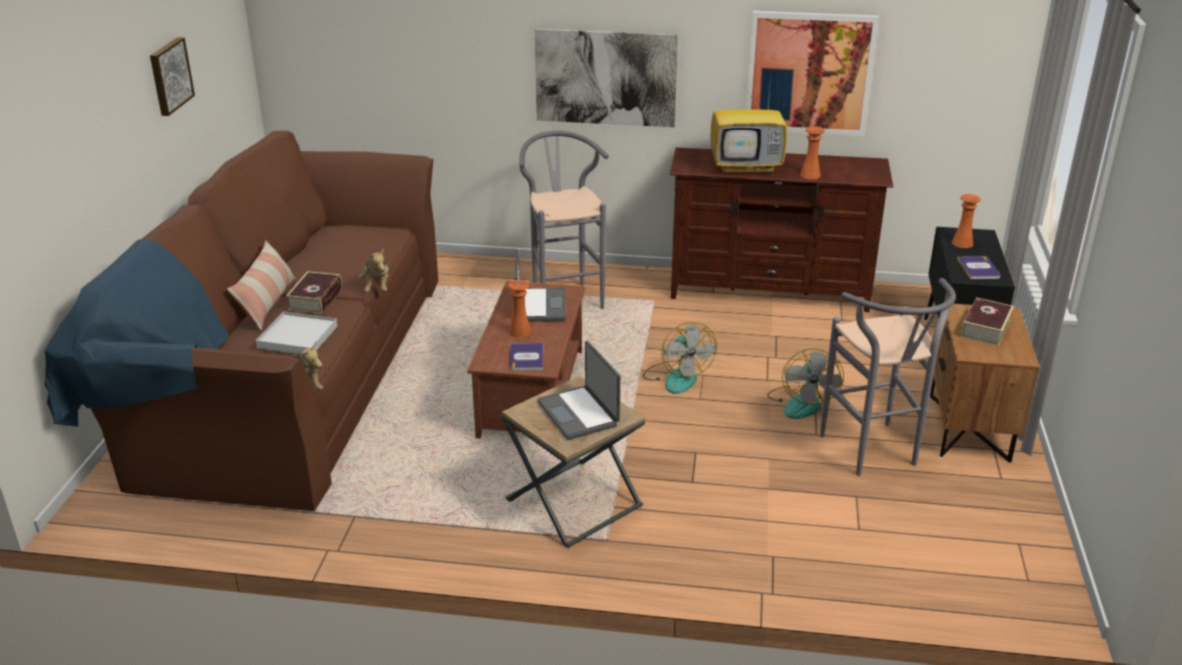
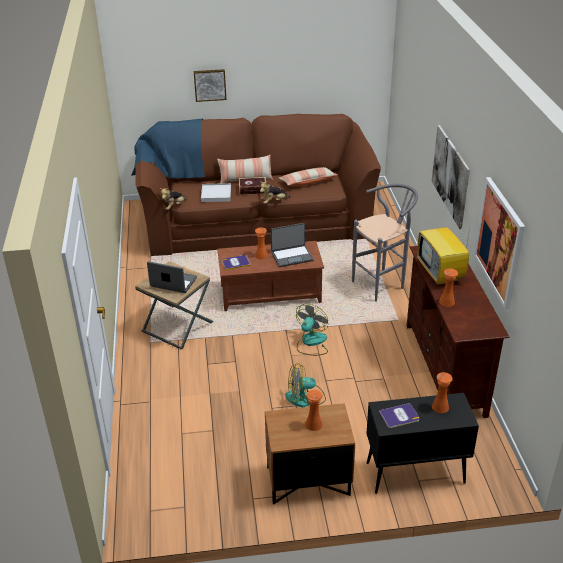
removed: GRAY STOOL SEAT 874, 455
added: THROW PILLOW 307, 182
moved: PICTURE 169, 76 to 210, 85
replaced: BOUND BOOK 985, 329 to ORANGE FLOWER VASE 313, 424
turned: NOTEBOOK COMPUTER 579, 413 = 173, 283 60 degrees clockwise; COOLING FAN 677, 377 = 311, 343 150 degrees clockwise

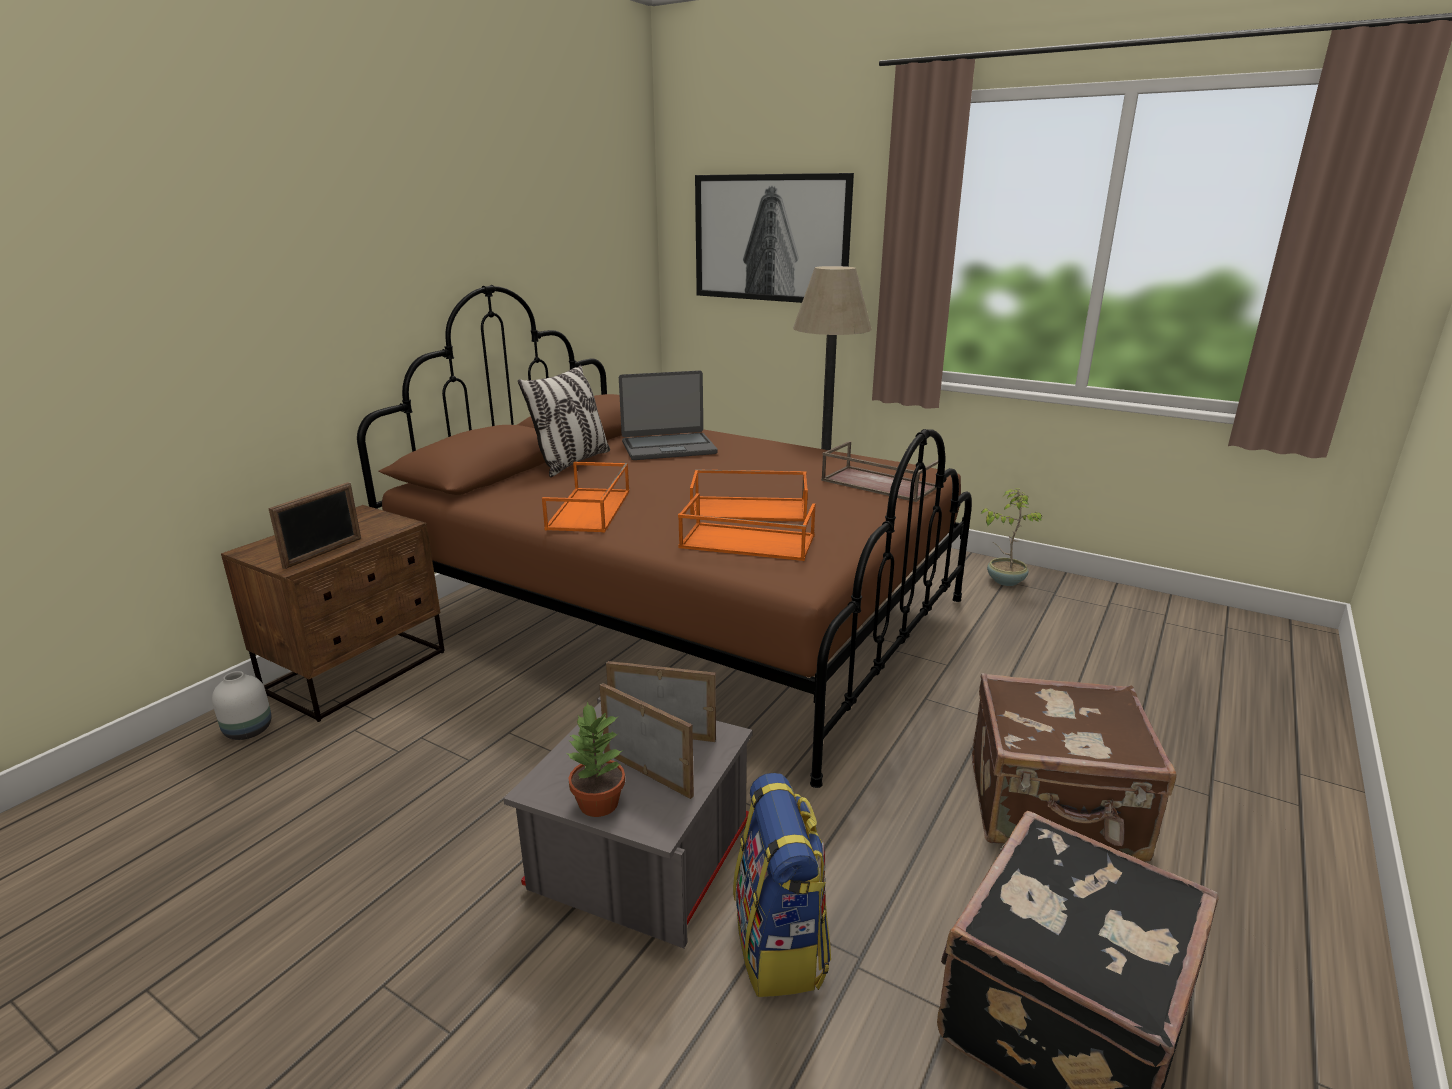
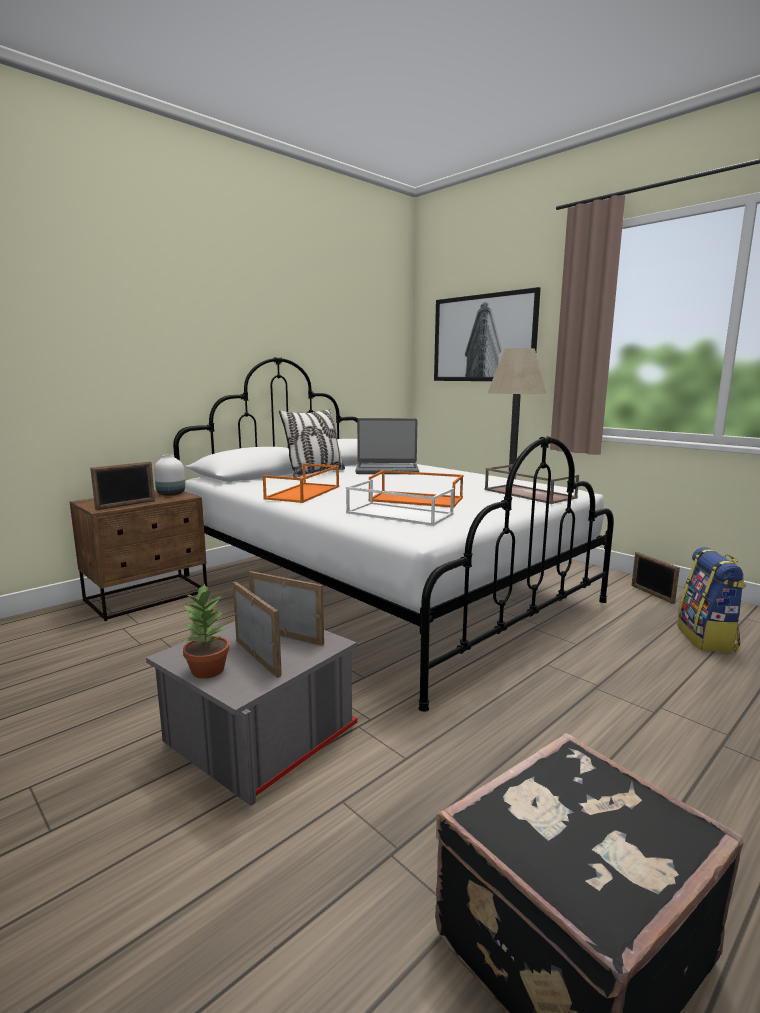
removed: BROWN SUITCASE 1054, 810
moved: WHITE-COLOURED FLOWER VASE 247, 731 to 170, 494; RUCKSACK 780, 945 to 707, 639
replaced: PLANT IN A POT 1005, 580 to STANDING FRAME 652, 594
recoloured: BROWN BED 684, 614 to WHITE-COLOURED BED 382, 589; ORANGE TRAY 746, 542 to WHITE-COLOURED TRAY 398, 514

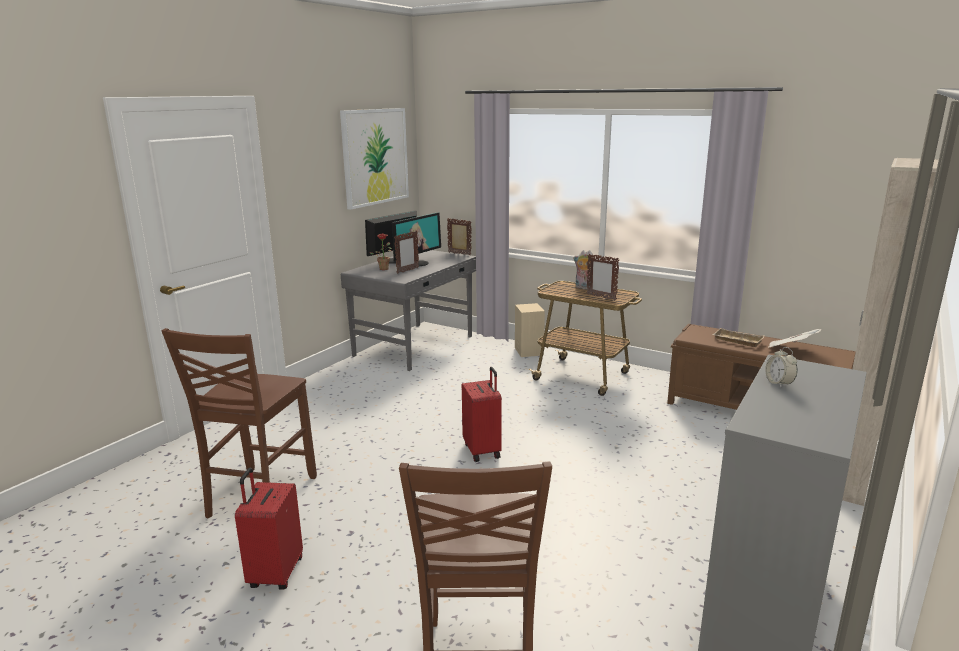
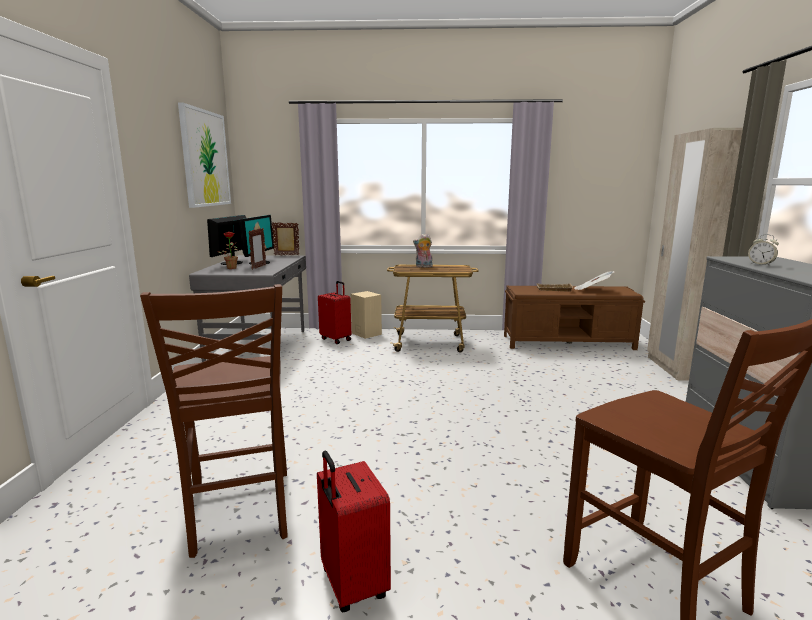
removed: STANDING FRAME 601, 297
moved: RED-COLOURED SUITCASE 483, 450 to 336, 339

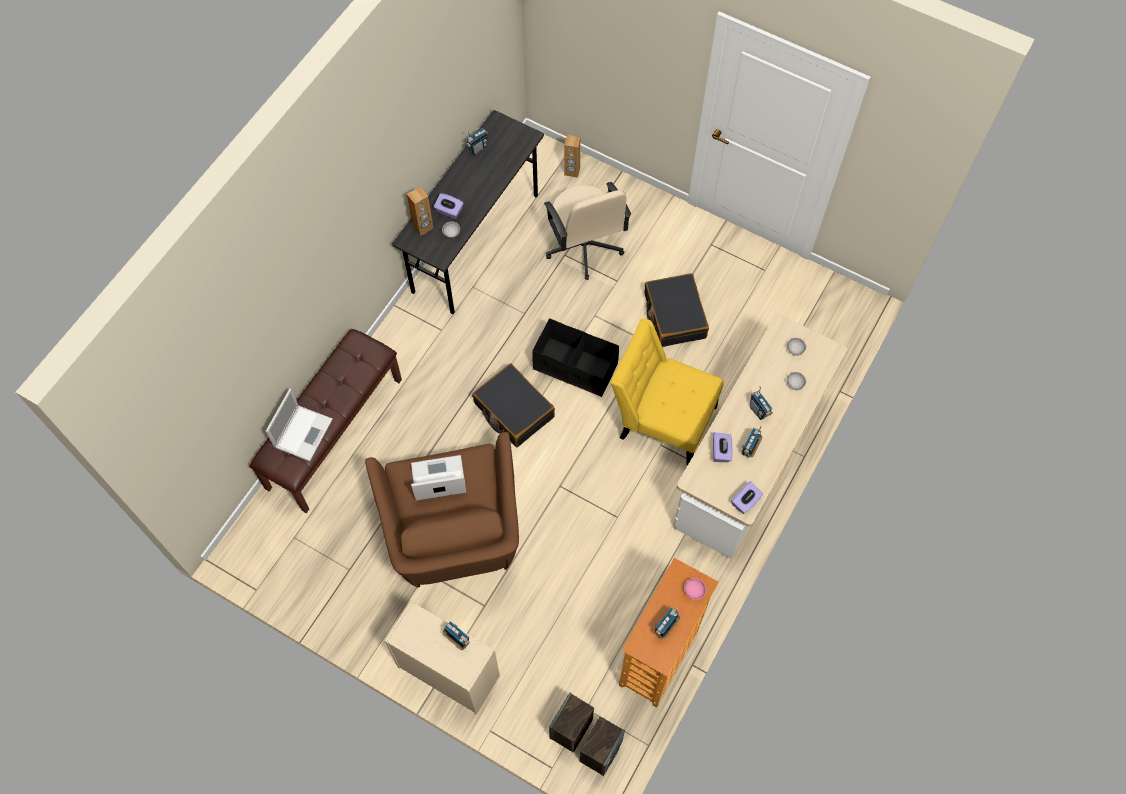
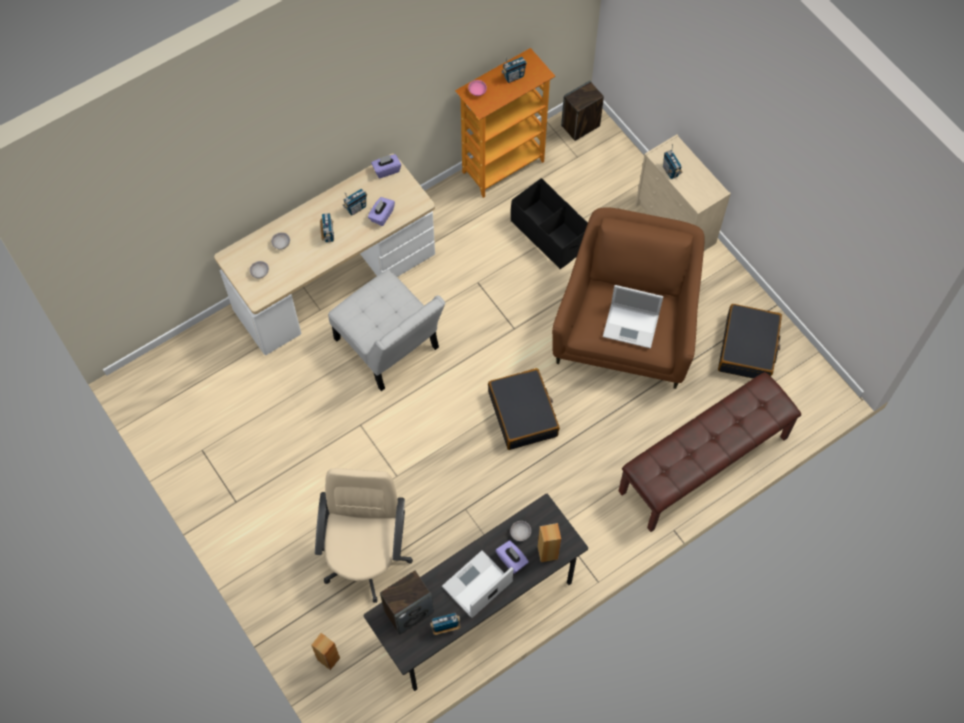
moved: SPEAKER 571, 729 to 408, 611; NOTEBOOK COMPUTER 303, 432 to 476, 585; BLACK-COLOURED STORAGE BIN 575, 367 to 550, 233; BLACK-COLOURED SUITCASE 674, 316 to 748, 348
recoloured: YELLOW CHAIR 662, 418 to WHITE-COLOURED CHAIR 390, 348

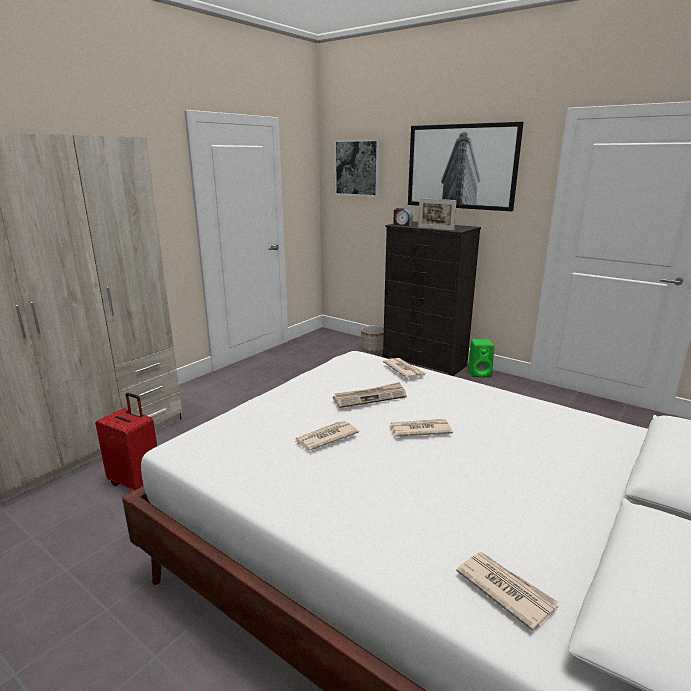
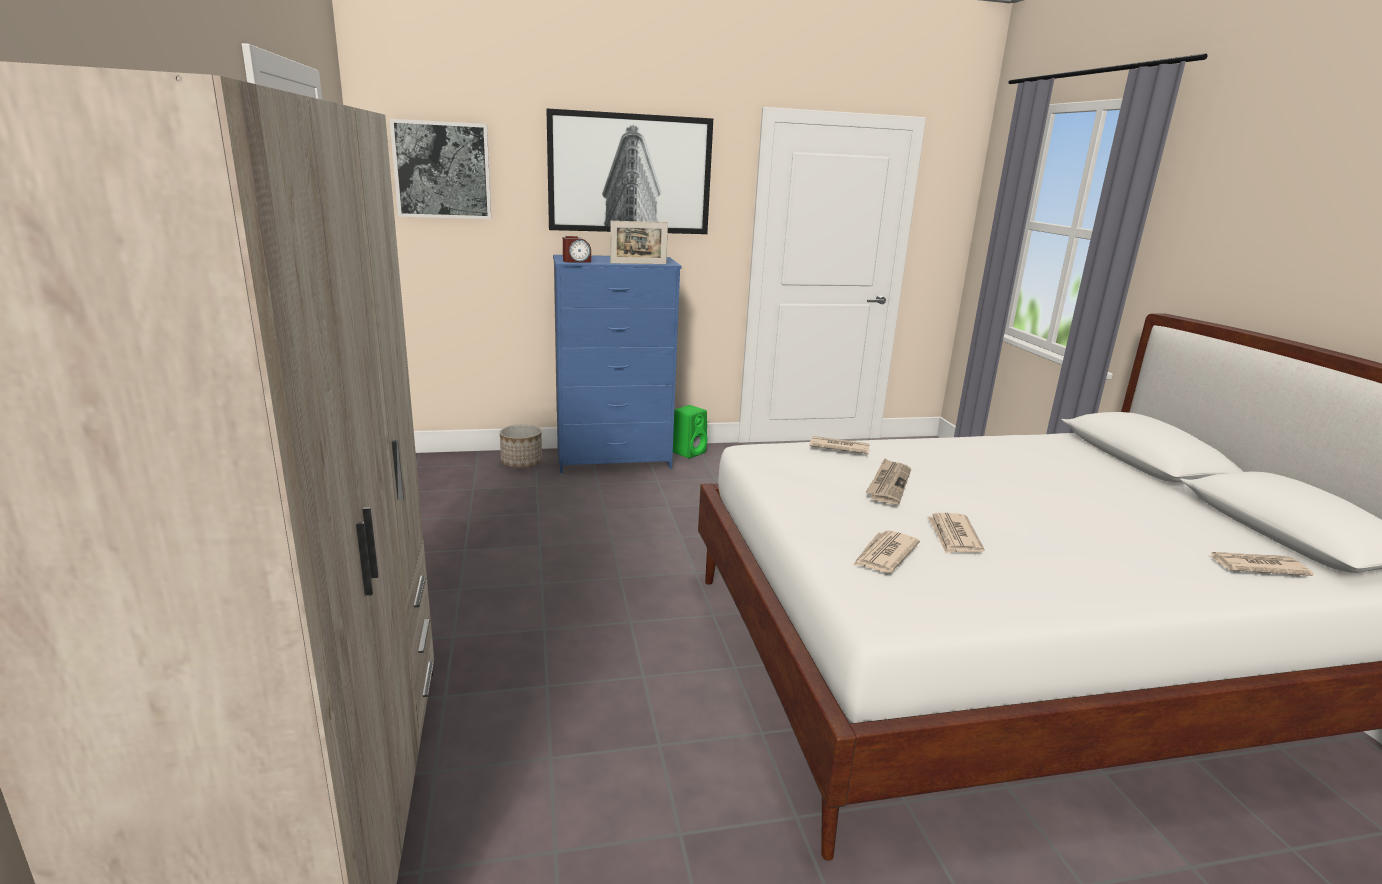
removed: RED-COLOURED SUITCASE 137, 482
moved: NEWSPAPER 419, 430 to 884, 555
recoloured: BLACK-COLOURED DRAWER CHEST 424, 363 to BLUISH DRAWER CHEST 615, 460

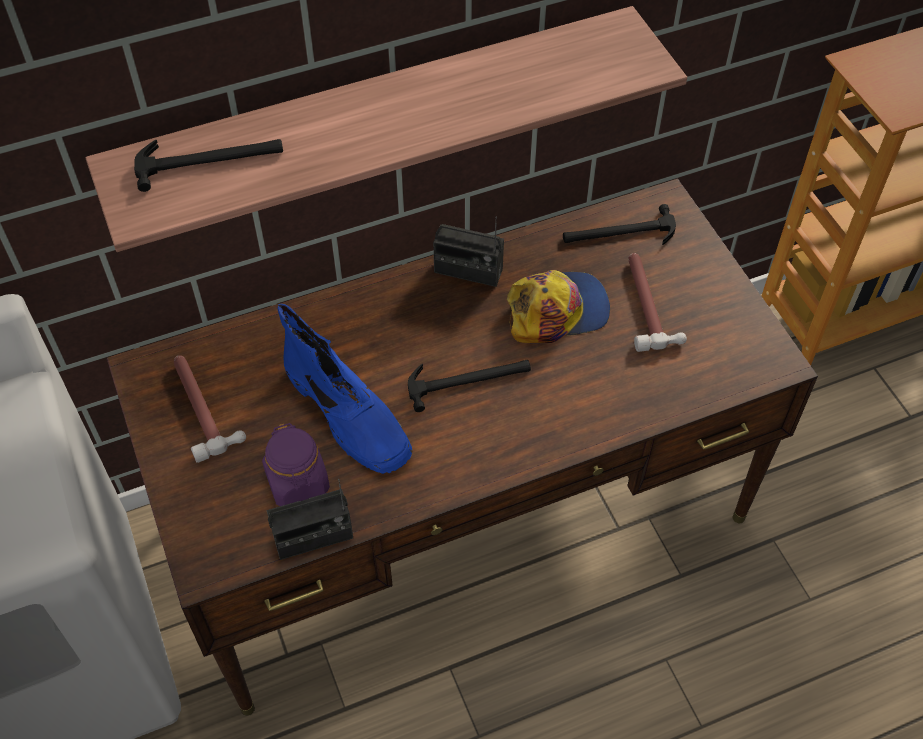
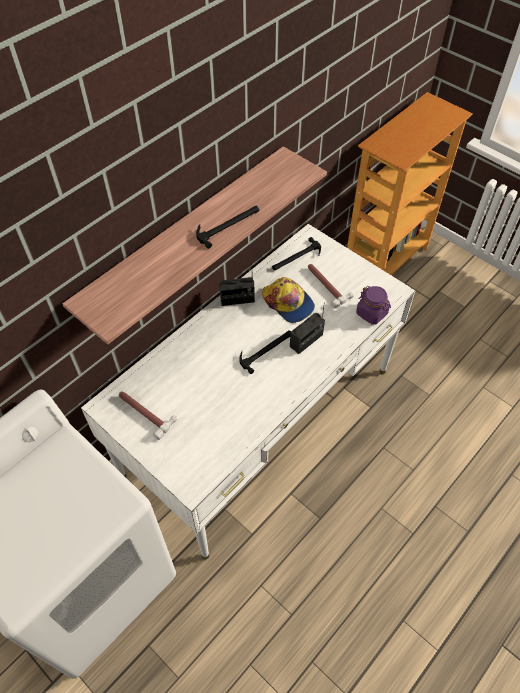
removed: BLUISH TALL BOOT 349, 416
moved: HAND HAMMER 210, 160 to 228, 225; RADIO RECEIVER 313, 537 to 306, 340; PURPLISH PRESERVE JAR 298, 482 to 372, 313
recoloured: BROWN DESK 461, 515 to WHITE-COLOURED DESK 259, 421
turned: PEAKED CAP 557, 311 = 288, 303 90 degrees clockwise

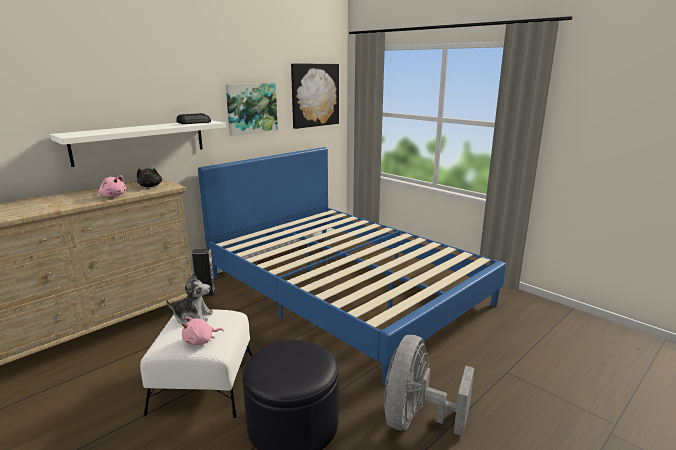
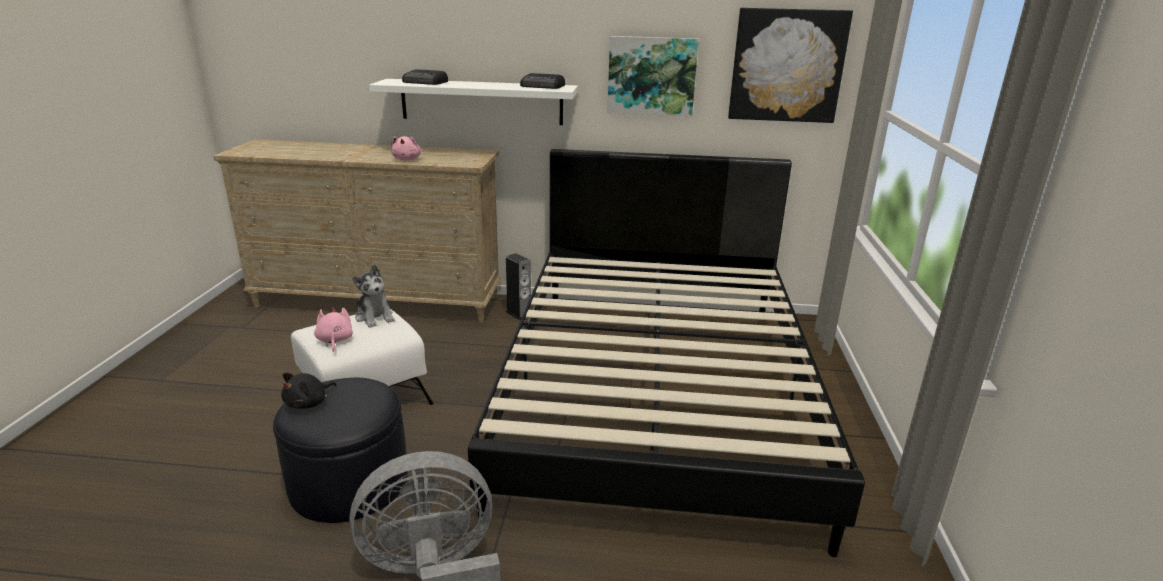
added: RADIO RECEIVER 425, 82
moved: BLACK-COLOURED PLUSH TOY 150, 186 to 308, 403
recoloured: BLUISH BED 346, 290 to BLACK-COLOURED BED 657, 392
turned: PINKISH PLUSH TOY 200, 341 = 334, 341 60 degrees clockwise

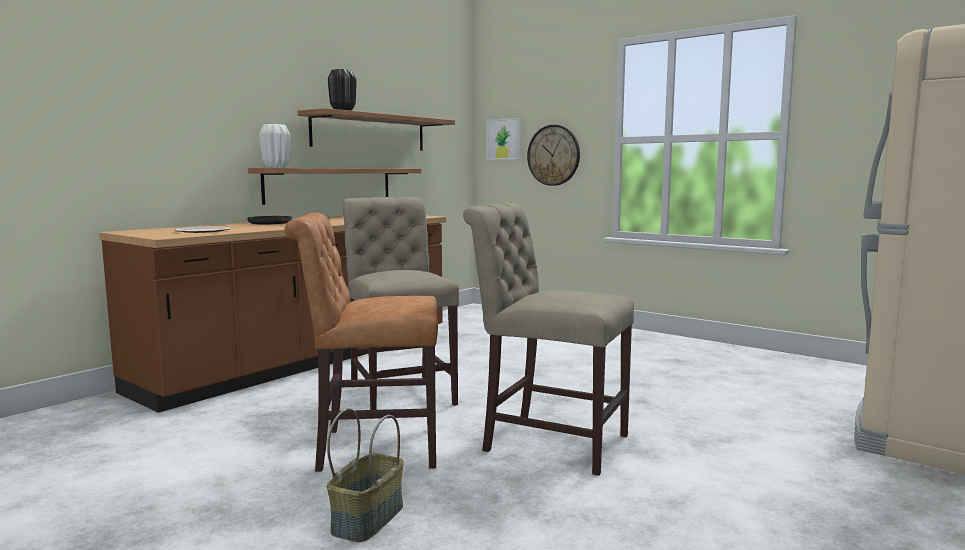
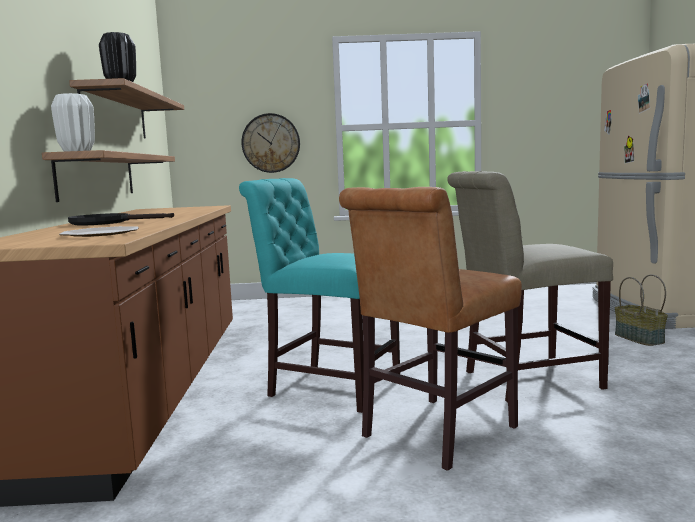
removed: PICTURE 504, 139
moved: BASKET 367, 518 to 638, 338
recoloured: SAND-COLOURED CHAIR 401, 392 to BLUE-GREEN CHAIR 328, 386

